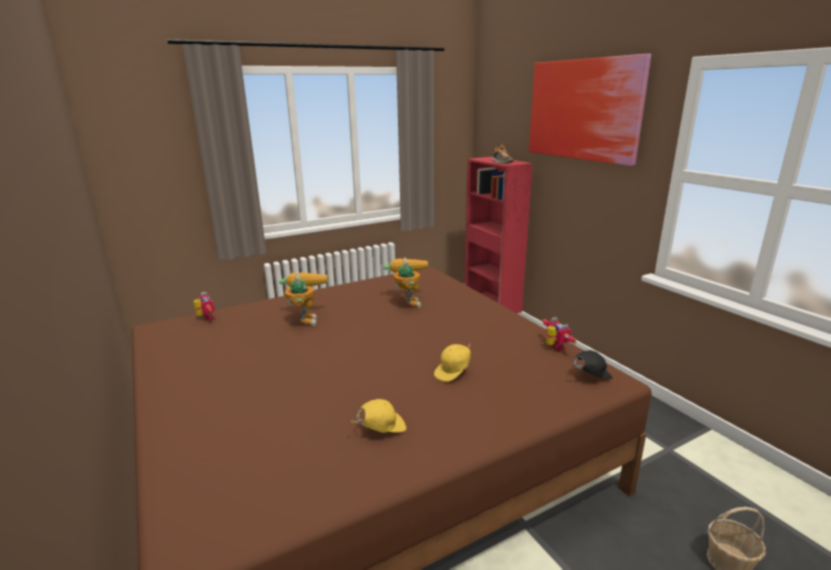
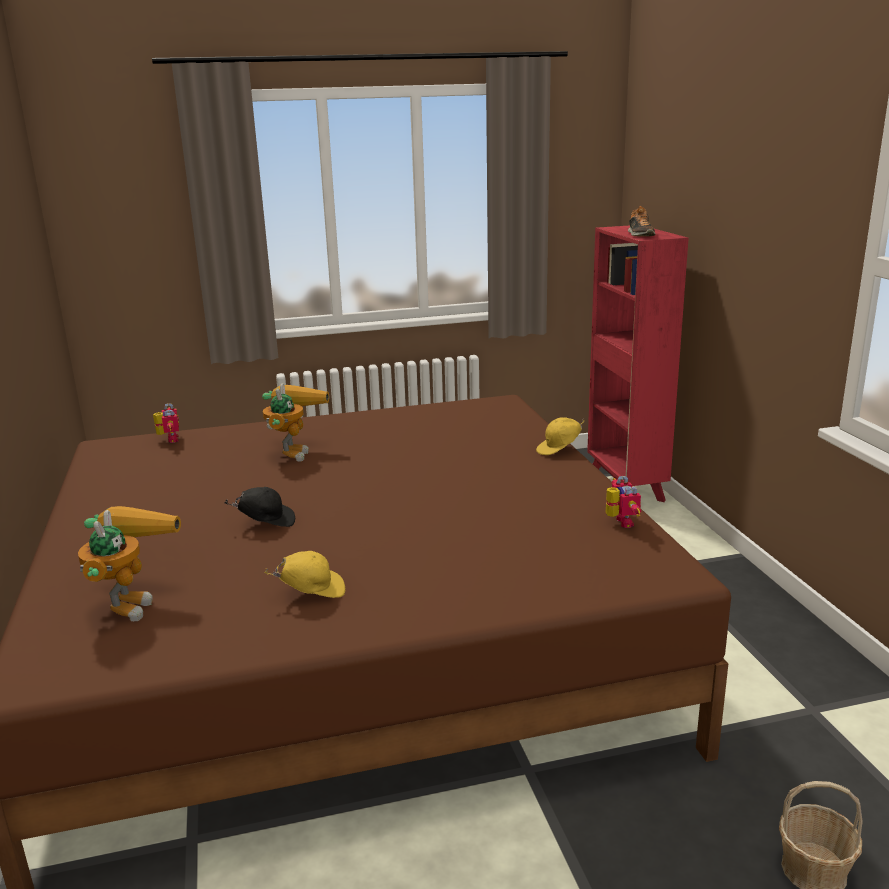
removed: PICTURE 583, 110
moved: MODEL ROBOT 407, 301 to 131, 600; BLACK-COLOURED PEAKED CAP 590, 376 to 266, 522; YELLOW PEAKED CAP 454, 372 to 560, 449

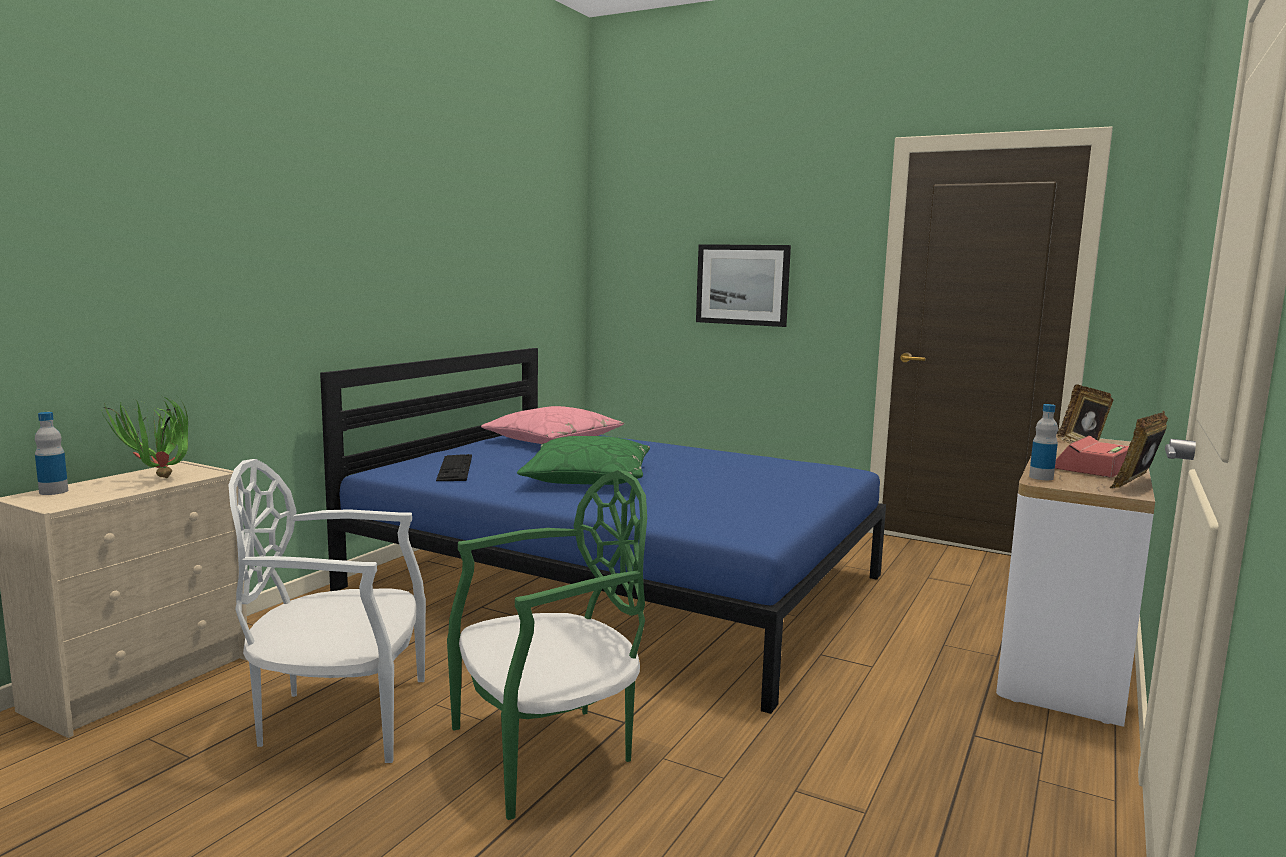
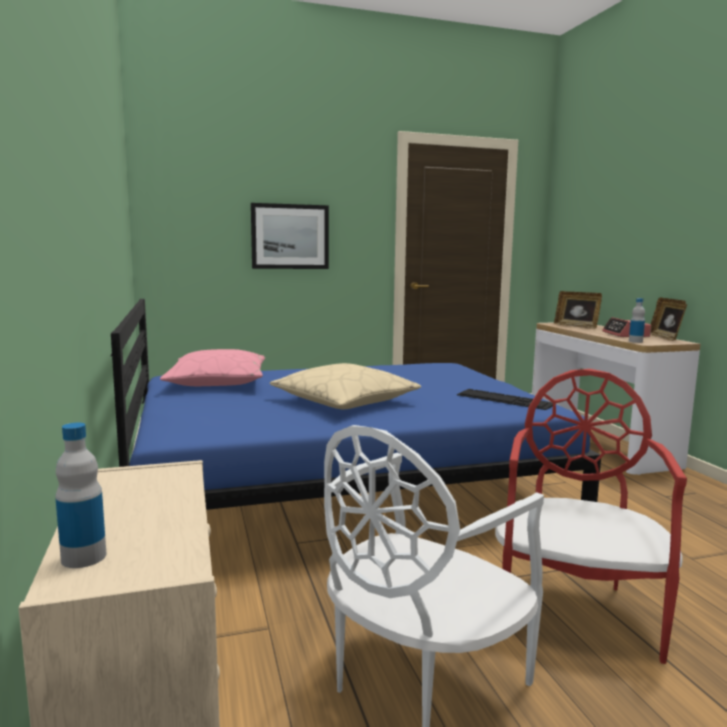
removed: PLANT IN A POT 157, 481
moved: PC KEYBOARD 455, 468 to 504, 399
recoloured: GREENISH THROW PILLOW 587, 478 to SAND-COLOURED THROW PILLOW 344, 401; GREENISH CHAIR 548, 751 to RED-COLOURED CHAIR 577, 610

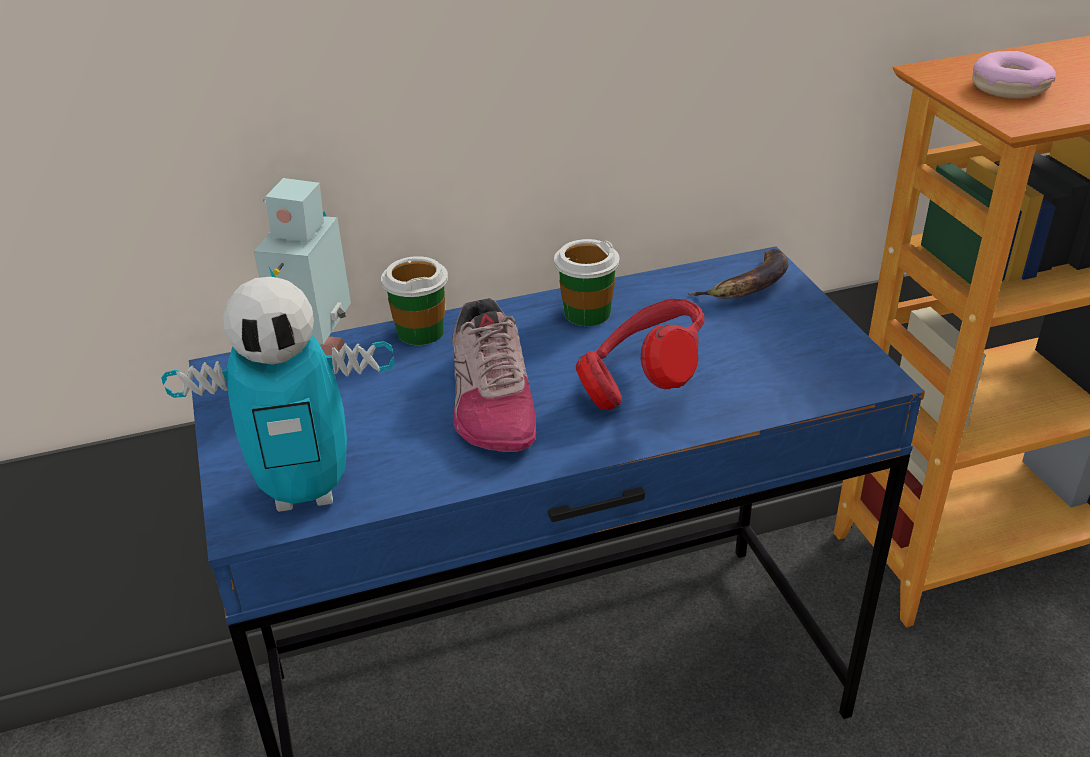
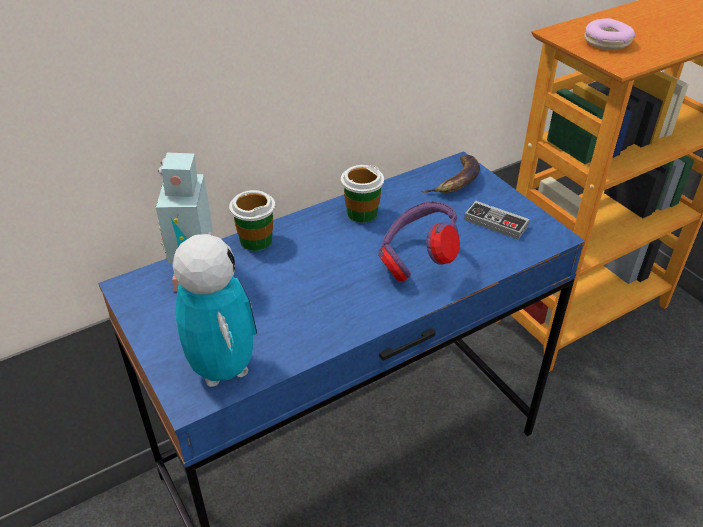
removed: LOW SHOE 490, 400
added: JOYPAD 495, 223
recoloured: RED-COLOURED HEADSET 642, 387 to PURPLISH HEADSET 416, 261
turned: MODEL ROBOT 305, 490 = 223, 368 90 degrees counterclockwise

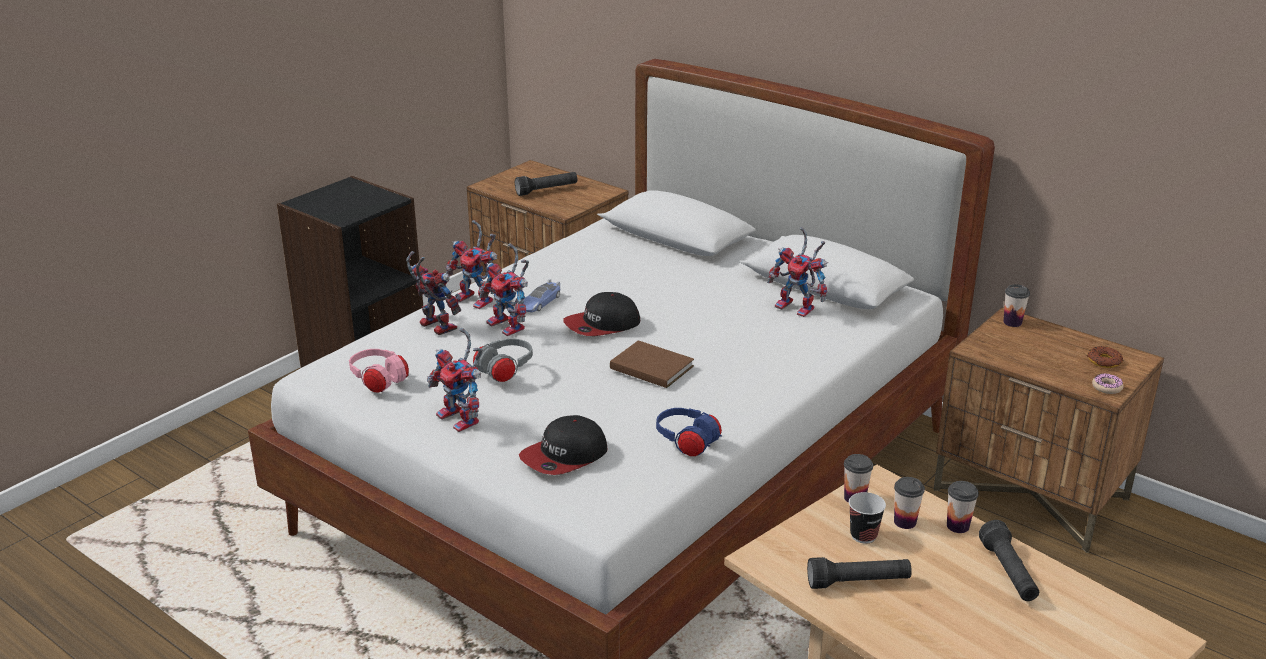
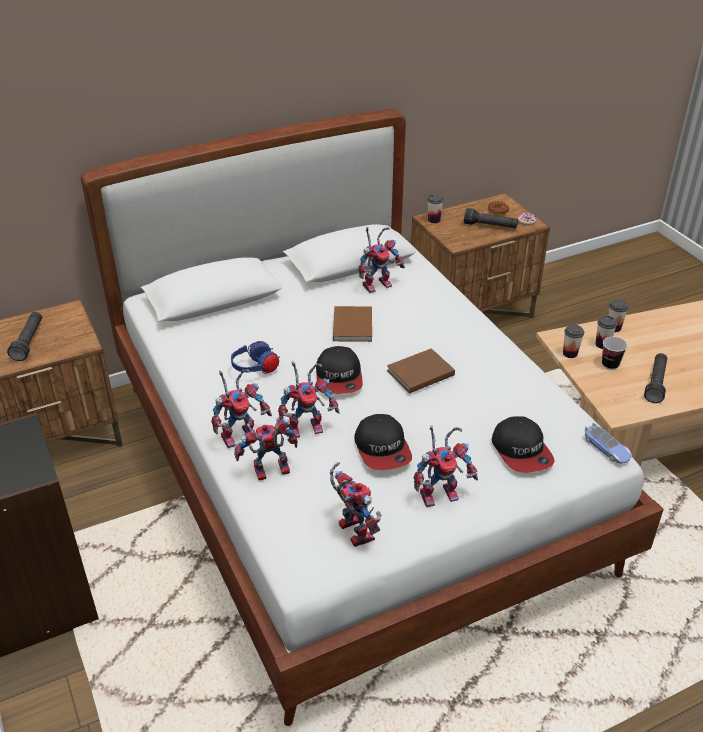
added: BROWN BOUND BOOK 353, 325
moved: BLUISH HEADSET 687, 444 to 255, 369; BLACK-COLOURED FLASHLIGHT 1008, 573 to 490, 226; TOY CAR 539, 302 to 607, 448
replaced: PINKISH HEADSET 379, 382 to MODEL ROBOT 351, 530; GRAY HEADSET 504, 371 to PEAKED CAP 383, 449

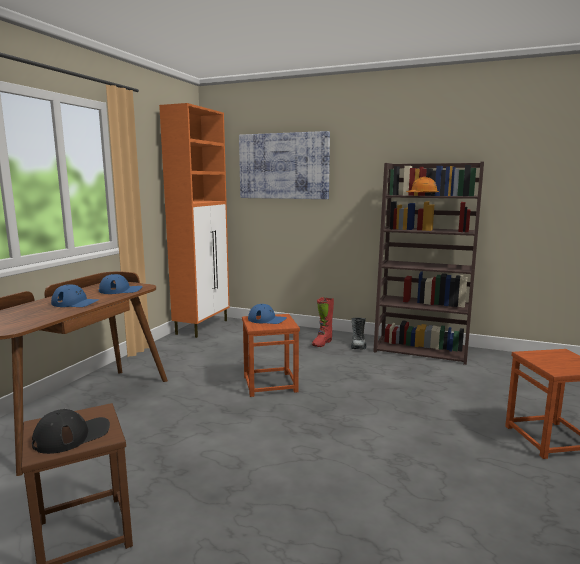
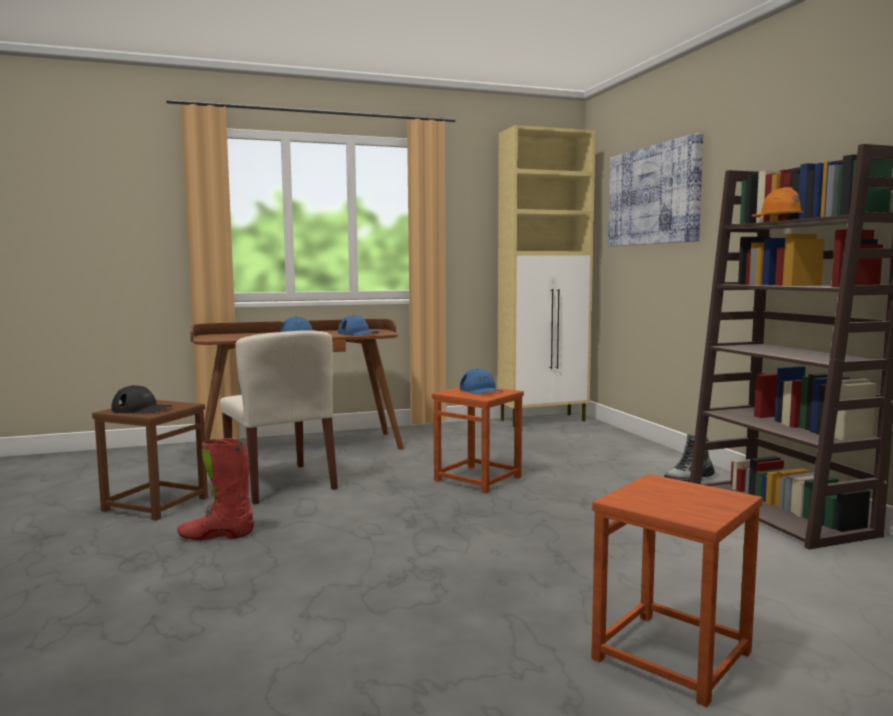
added: SAND-COLOURED CHAIR 281, 483
moved: RED-COLOURED TALL BOOT 322, 343 to 216, 535
recoloured: ORANGE CABINET 203, 327 to SAND-COLOURED CABINET 544, 420

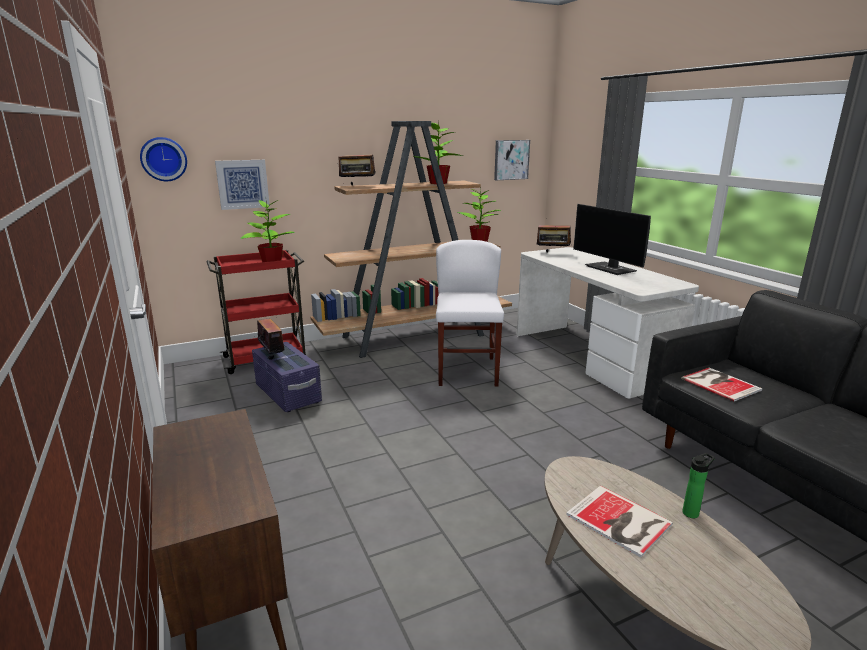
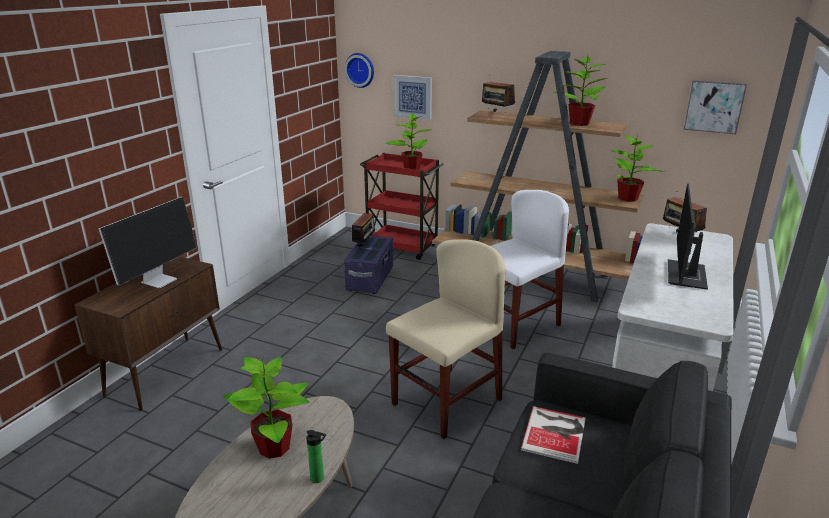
added: COMPUTER SCREEN 159, 280; SAND-COLOURED CHAIR 446, 401
replaced: BOUND BOOK 620, 521 to PLANT IN A POT 275, 448

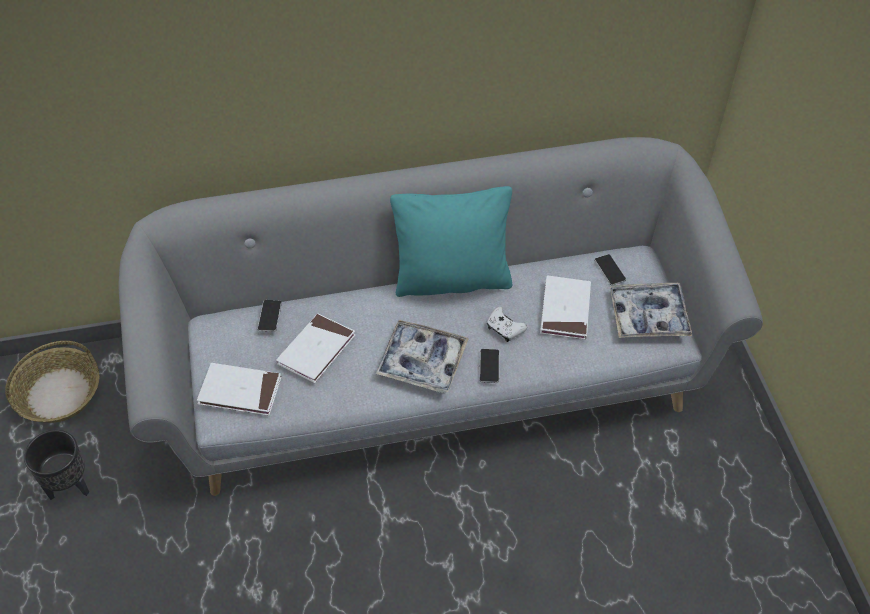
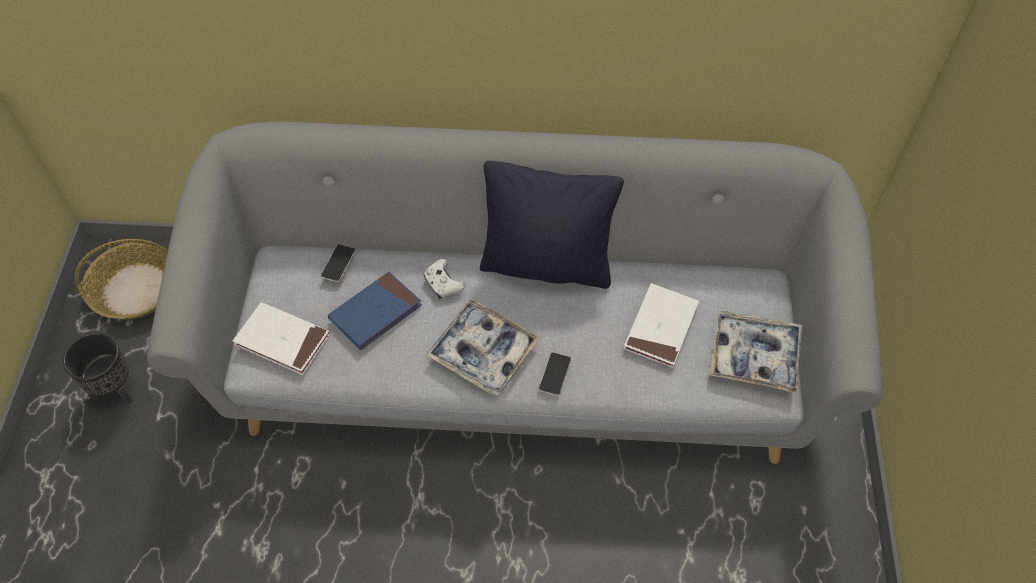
removed: PHONE 610, 270
moved: WHITE-COLOURED JOYPAD 504, 329 to 443, 284
recoloured: WHITE-COLOURED BOUND BOOK 316, 350 to BLUISH BOUND BOOK 375, 312; BLUE-GREEN THROW PILLOW 452, 280 to BLACK-COLOURED THROW PILLOW 547, 264

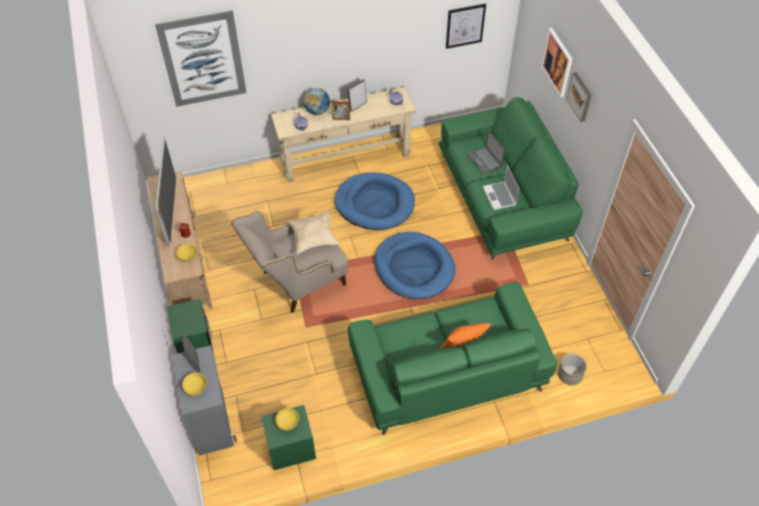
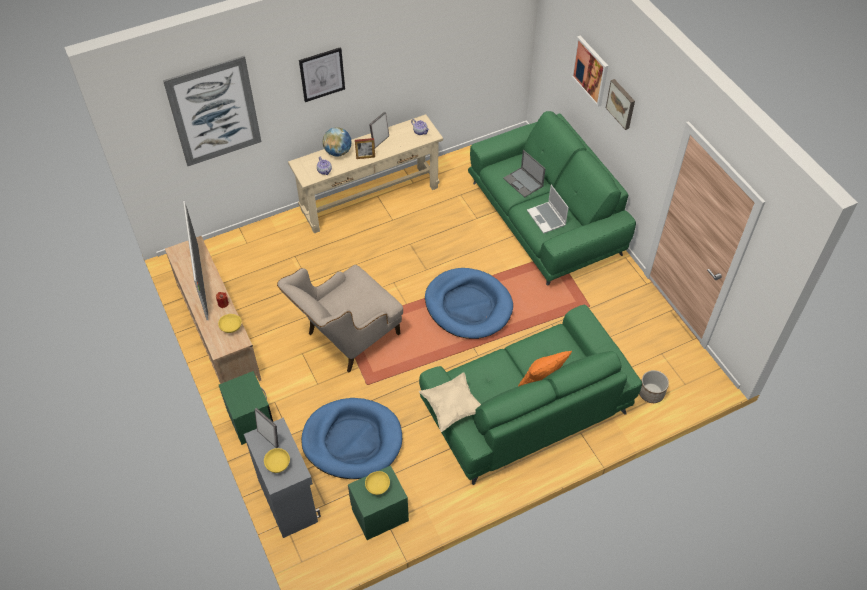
moved: PICTURE 465, 25 to 322, 74; BLUISH DOG CUSHION 374, 204 to 352, 440; SAND-COLOURED THROW PILLOW 313, 238 to 452, 407

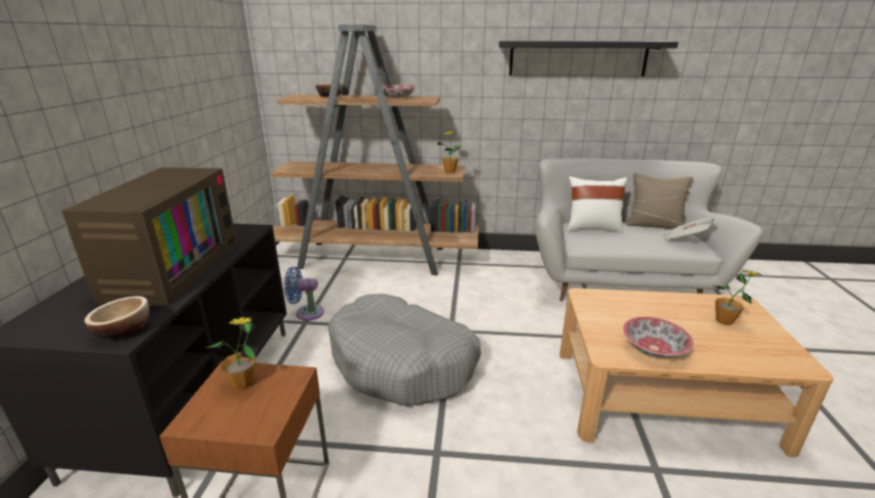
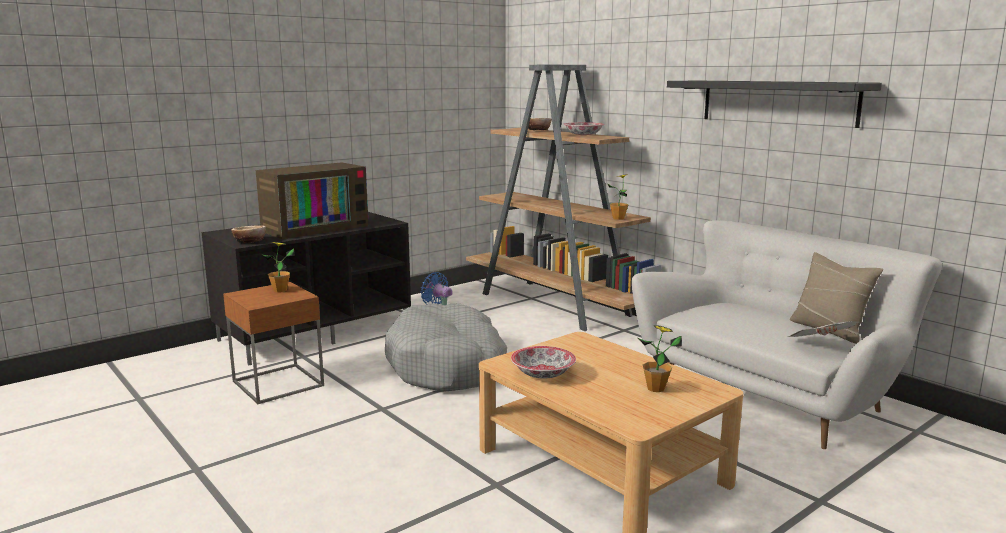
removed: WHITE-COLOURED THROW PILLOW 592, 228

